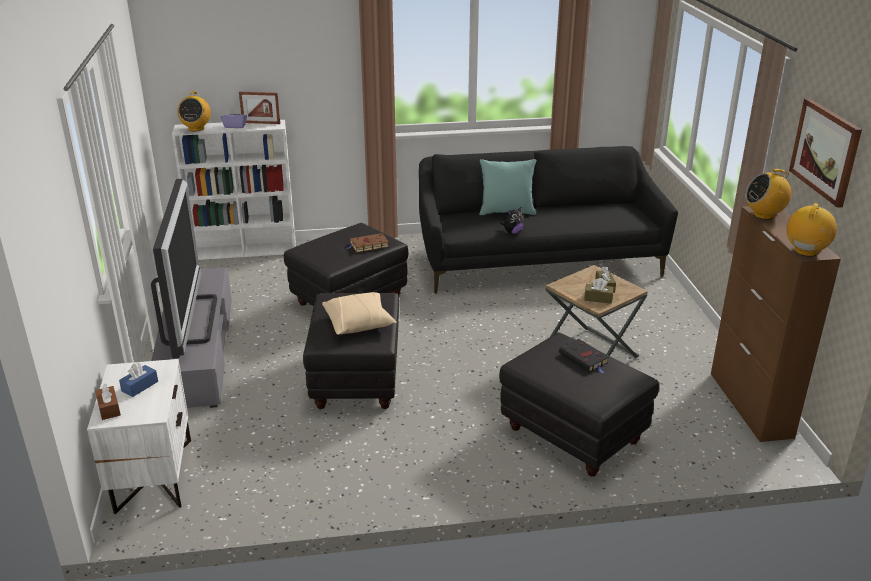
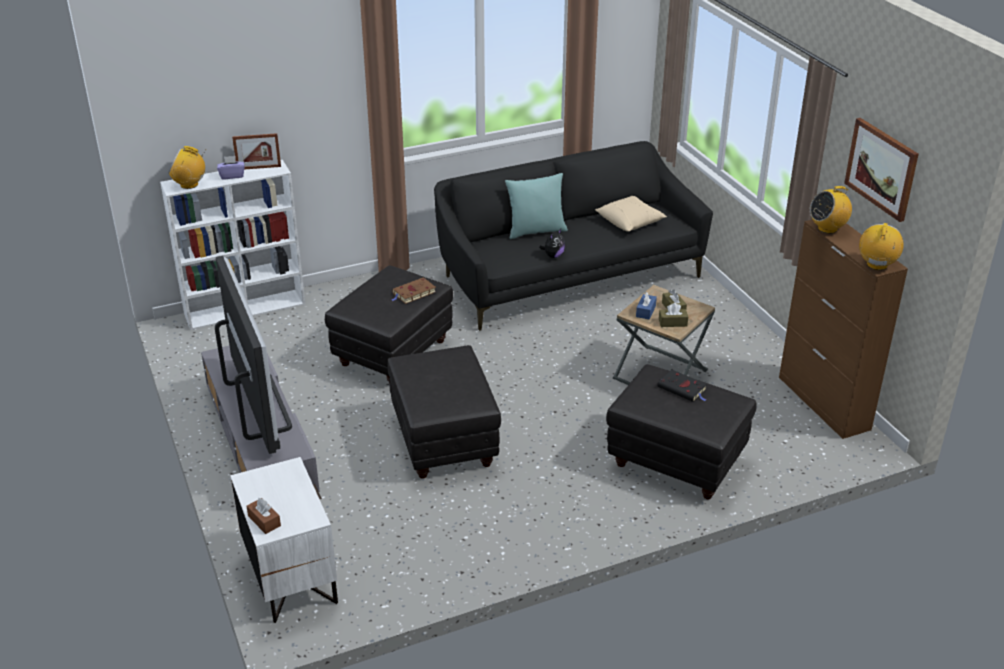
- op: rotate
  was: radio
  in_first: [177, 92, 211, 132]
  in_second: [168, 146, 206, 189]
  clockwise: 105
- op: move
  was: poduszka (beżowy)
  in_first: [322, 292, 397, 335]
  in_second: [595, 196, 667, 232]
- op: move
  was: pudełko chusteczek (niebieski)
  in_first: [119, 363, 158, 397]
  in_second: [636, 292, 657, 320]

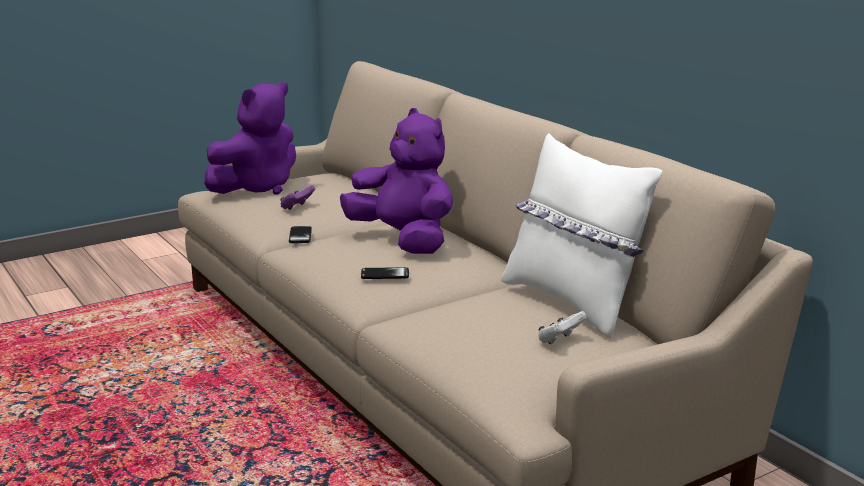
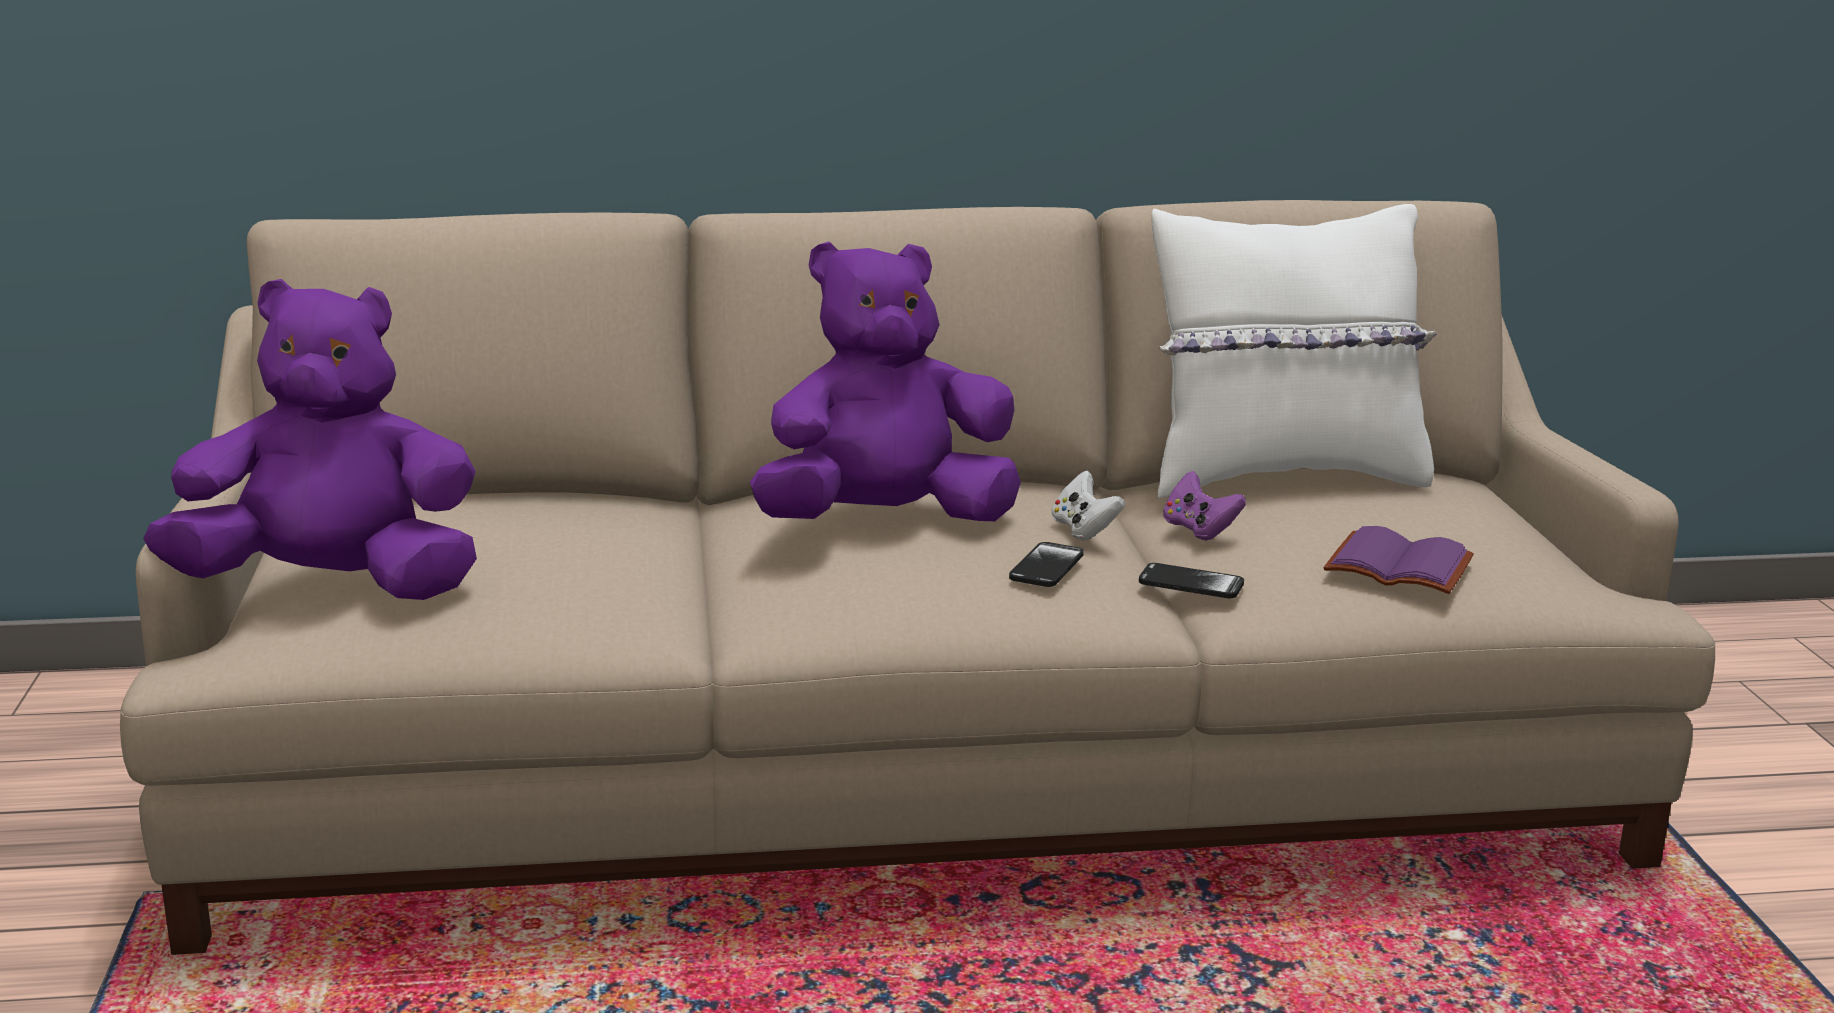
- op: rotate
  was: pluszak (fioletowy)
  in_first: [204, 82, 296, 195]
  in_second: [143, 279, 477, 600]
  clockwise: -75
- op: move
  was: pad do gier (biały)
  in_first: [538, 311, 587, 344]
  in_second: [1052, 471, 1125, 541]
- op: move
  was: telefon
  in_first: [289, 226, 312, 243]
  in_second: [1139, 563, 1244, 598]
- op: move
  was: pad do gier (fioletowy)
  in_first: [280, 185, 315, 210]
  in_second: [1163, 471, 1246, 541]
- op: insert
  now: książka (fioletowy)
  in_second: [1323, 526, 1474, 594]

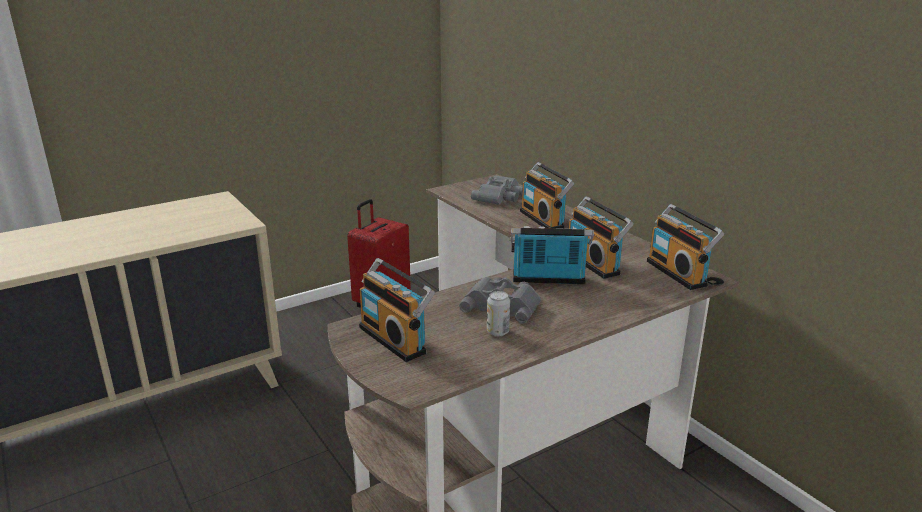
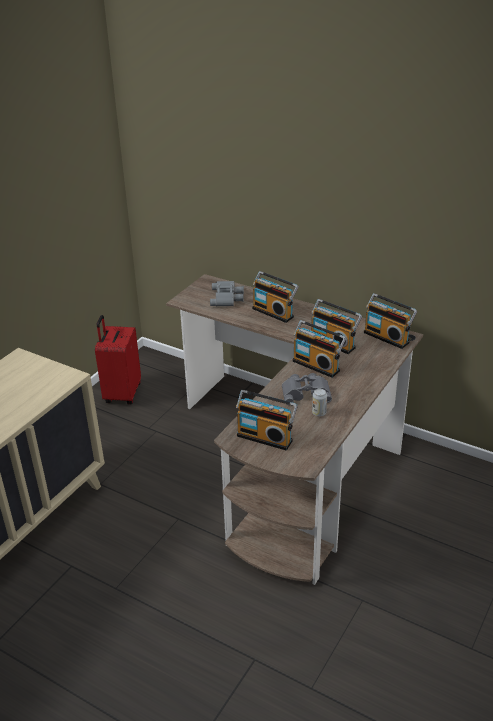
- op: rotate
  was: radio
  in_first: [510, 226, 594, 284]
  in_second: [292, 320, 346, 378]
  clockwise: -120

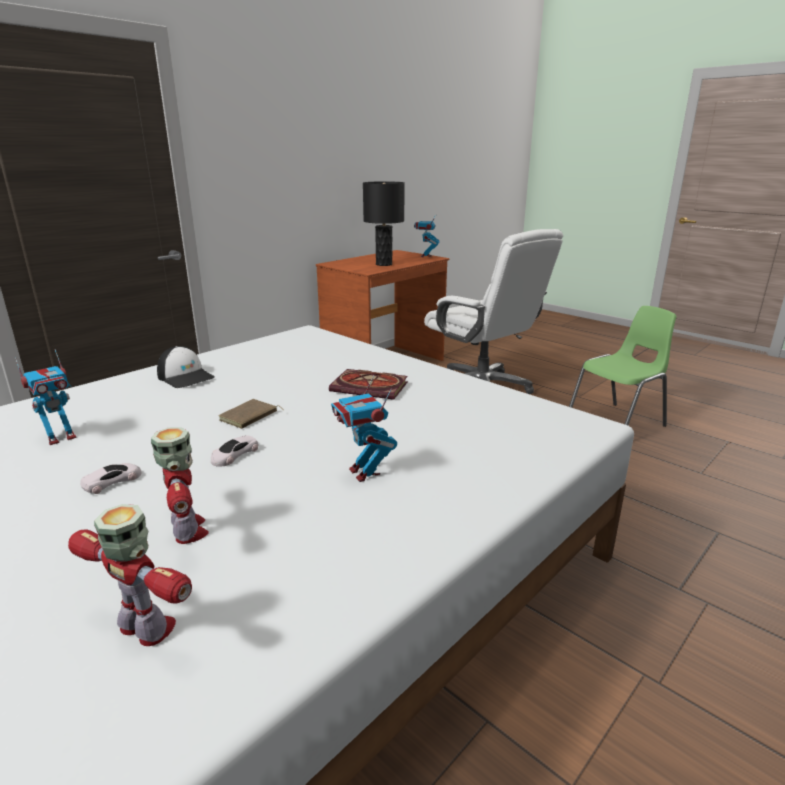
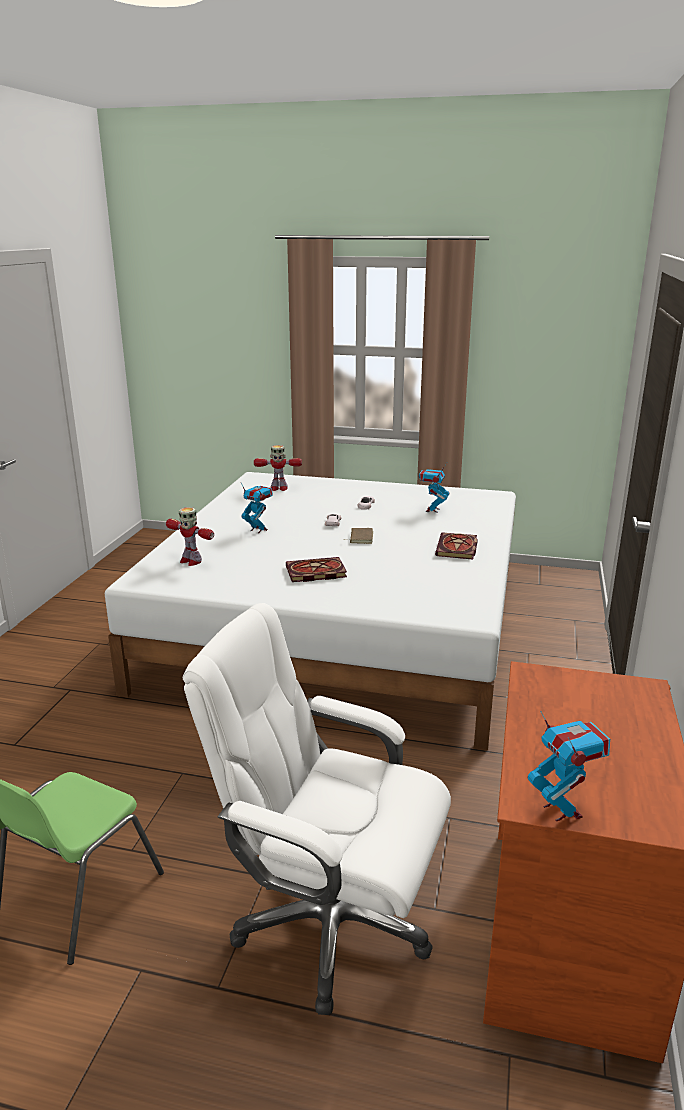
- op: move
  was: robot zabawkowy
  in_first: [151, 427, 209, 544]
  in_second: [166, 507, 214, 566]
- op: replace
  was: czapka z daszkiem
  now: książka
  in_first: [157, 346, 215, 388]
  in_second: [435, 532, 478, 560]
- op: delete
  was: lampa stołowa (czarny)
  in_first: [363, 181, 405, 266]

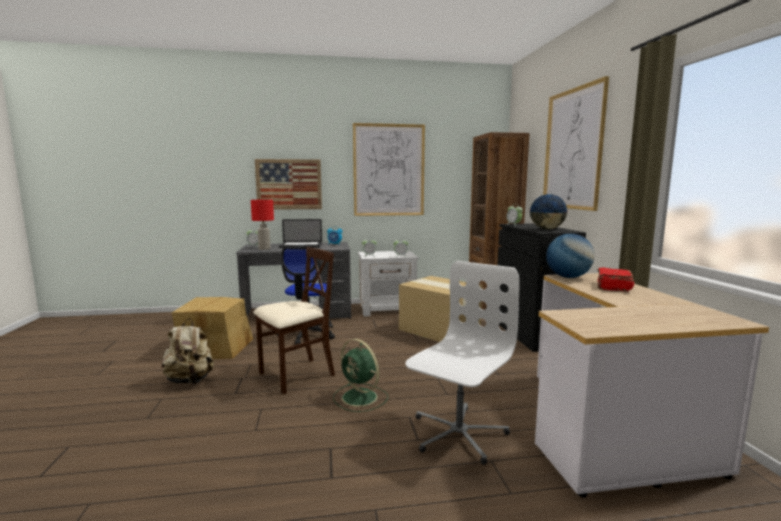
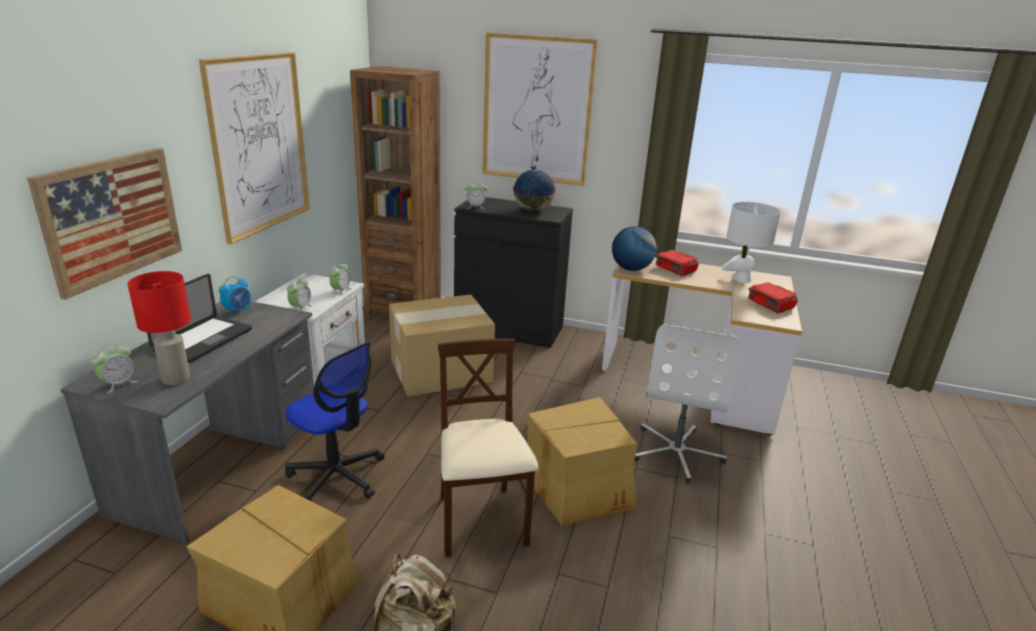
- op: replace
  was: wentylator (zielony)
  now: karton
  in_first: [333, 339, 388, 412]
  in_second: [528, 397, 637, 526]
- op: rotate
  was: krzesło biurowe (biały)
  in_first: [405, 261, 520, 465]
  in_second: [634, 324, 741, 483]
  clockwise: -135
- op: insert
  now: lampa stołowa (biały)
  in_second: [722, 202, 781, 283]
- op: insert
  now: książka (czerwony)
  in_second: [748, 282, 798, 313]

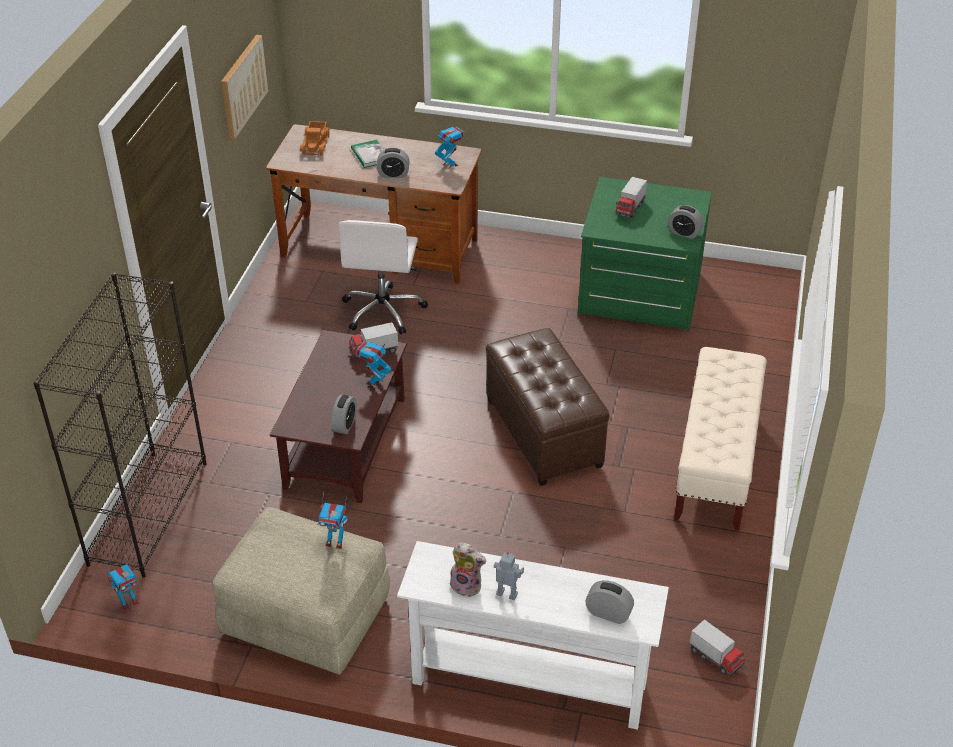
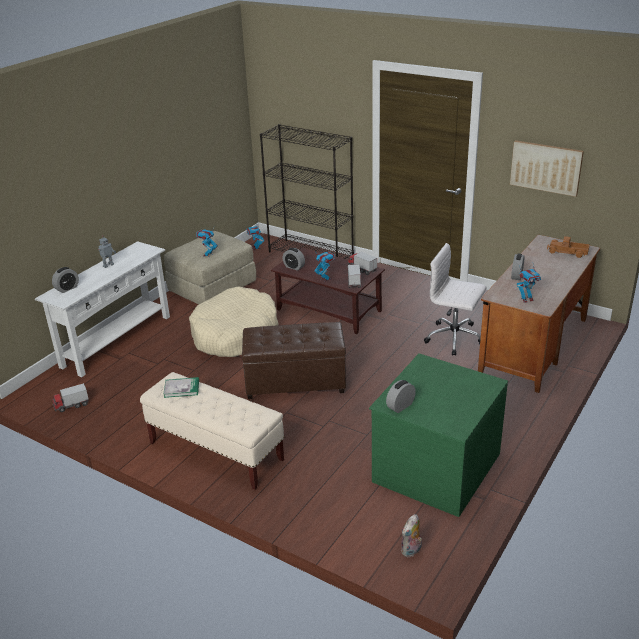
- op: move
  was: książka
  in_first: [351, 140, 384, 168]
  in_second: [164, 377, 199, 398]
- op: insert
  now: legowisko (beżowy)
  in_second: [189, 286, 279, 357]
- op: move
  was: ciężarówka zabawkowa
  in_first: [615, 177, 647, 218]
  in_second: [348, 252, 377, 275]
- op: move
  was: pluszak
  in_first: [448, 542, 486, 597]
  in_second: [401, 514, 422, 557]

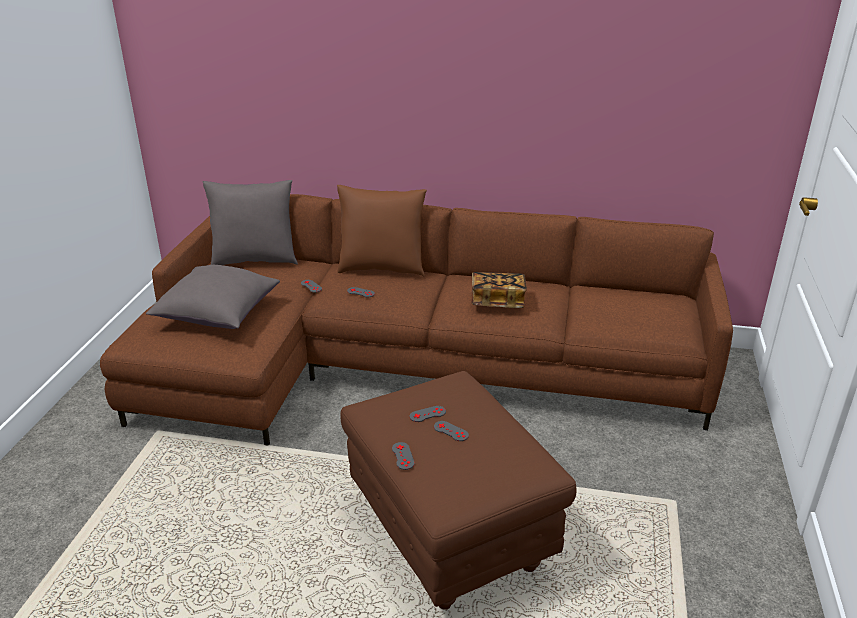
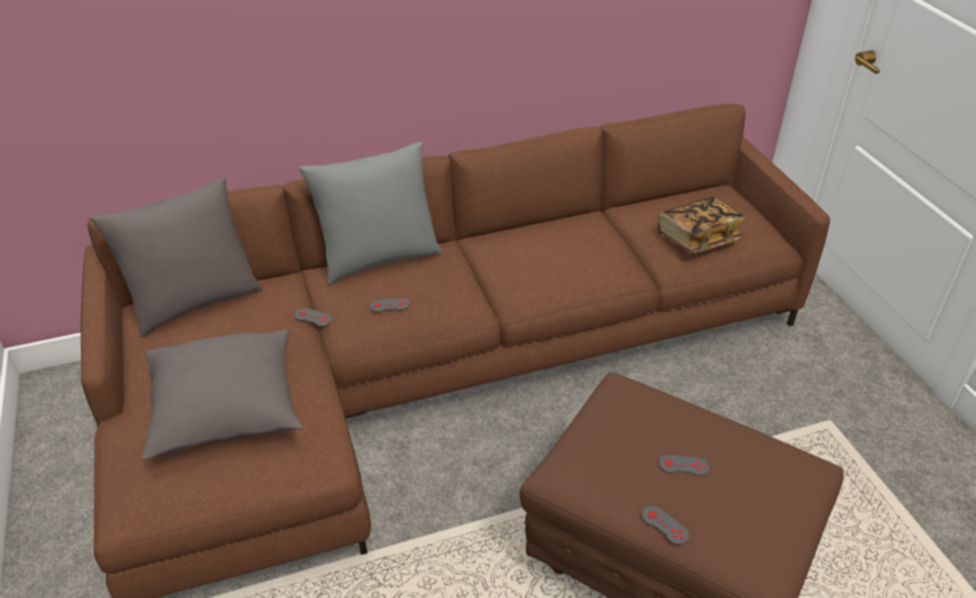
- op: recolor
  was: poduszka (brązowy)
  now: poduszka (szary)
  in_first: [337, 185, 427, 277]
  in_second: [299, 142, 442, 285]
- op: move
  was: książka
  in_first: [472, 272, 527, 308]
  in_second: [658, 197, 745, 254]
- op: delete
  was: pad do gier (szary)
  in_first: [410, 406, 446, 422]

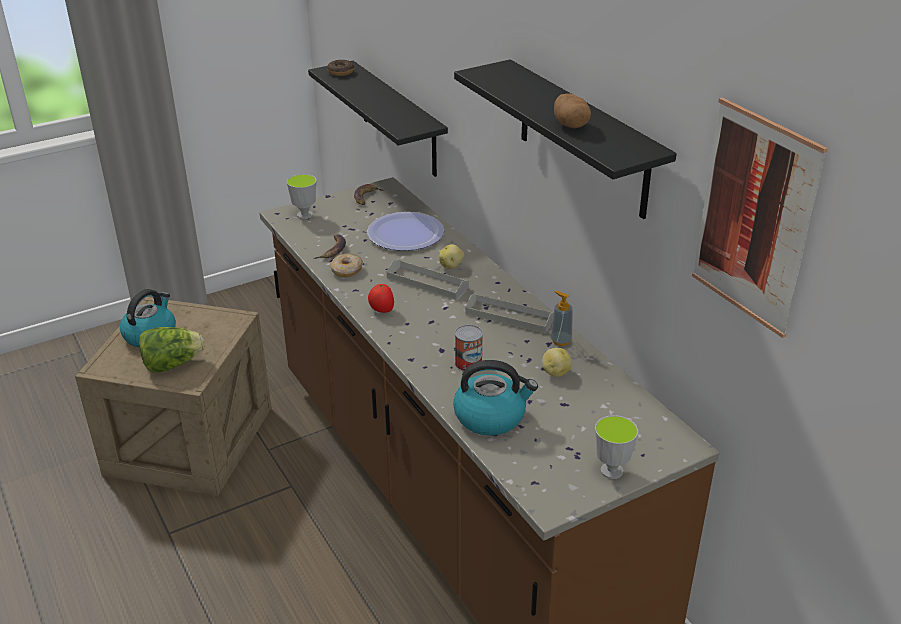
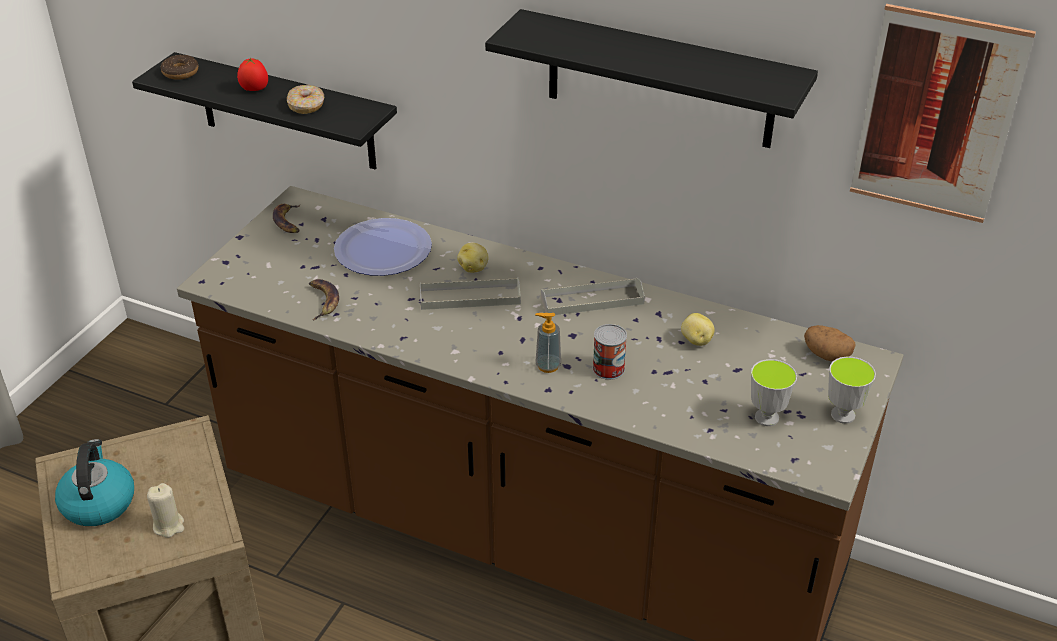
- op: replace
  was: sałata
  now: świeca (beżowy)
  in_first: [139, 327, 205, 373]
  in_second: [147, 483, 184, 538]
- op: move
  was: pomidor
  in_first: [368, 284, 394, 313]
  in_second: [237, 58, 268, 91]
- op: move
  was: donut
  in_first: [330, 253, 363, 277]
  in_second: [287, 85, 324, 114]
- op: move
  was: dozownik mydła
  in_first: [551, 291, 573, 346]
  in_second: [535, 313, 561, 373]
- op: move
  was: filiżanka
  in_first: [287, 174, 317, 219]
  in_second: [751, 359, 797, 426]
- op: move
  was: ziemniak
  in_first: [554, 93, 591, 128]
  in_second: [804, 325, 856, 362]
- op: delete
  was: czajnik
  in_first: [453, 360, 538, 436]

